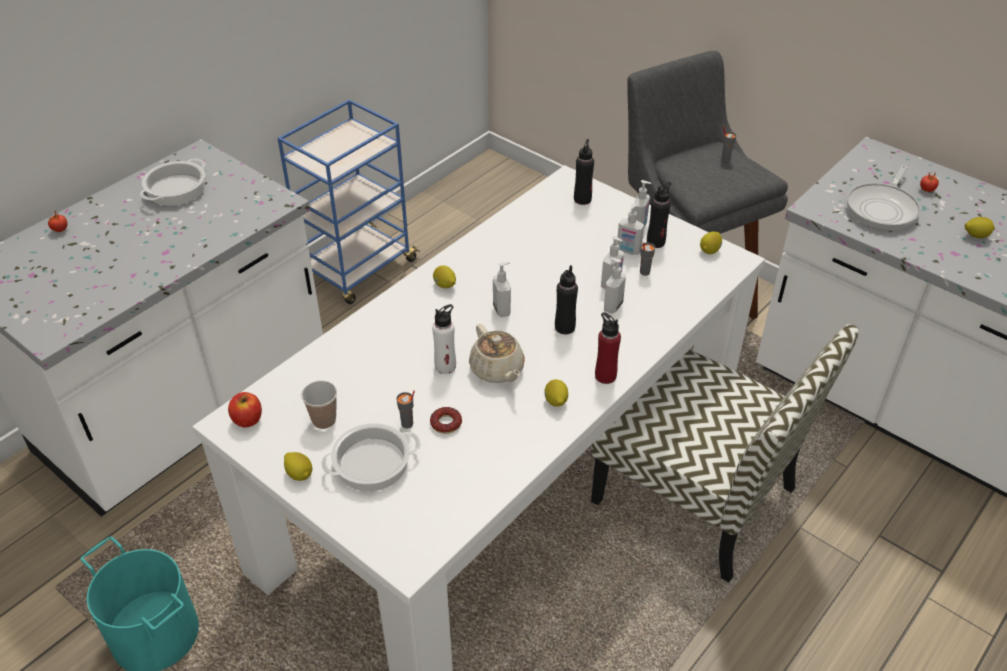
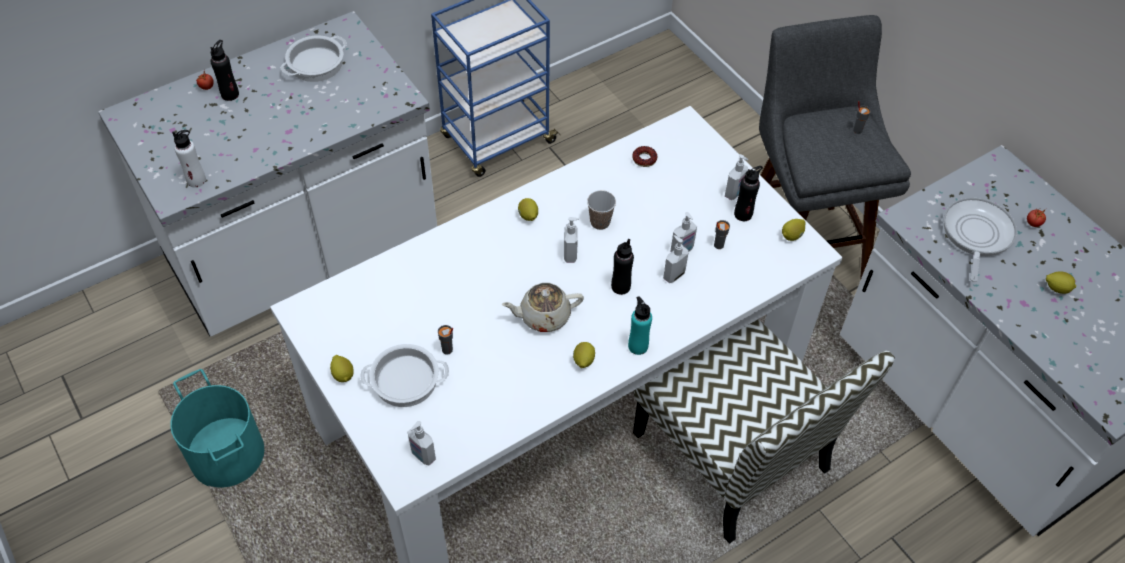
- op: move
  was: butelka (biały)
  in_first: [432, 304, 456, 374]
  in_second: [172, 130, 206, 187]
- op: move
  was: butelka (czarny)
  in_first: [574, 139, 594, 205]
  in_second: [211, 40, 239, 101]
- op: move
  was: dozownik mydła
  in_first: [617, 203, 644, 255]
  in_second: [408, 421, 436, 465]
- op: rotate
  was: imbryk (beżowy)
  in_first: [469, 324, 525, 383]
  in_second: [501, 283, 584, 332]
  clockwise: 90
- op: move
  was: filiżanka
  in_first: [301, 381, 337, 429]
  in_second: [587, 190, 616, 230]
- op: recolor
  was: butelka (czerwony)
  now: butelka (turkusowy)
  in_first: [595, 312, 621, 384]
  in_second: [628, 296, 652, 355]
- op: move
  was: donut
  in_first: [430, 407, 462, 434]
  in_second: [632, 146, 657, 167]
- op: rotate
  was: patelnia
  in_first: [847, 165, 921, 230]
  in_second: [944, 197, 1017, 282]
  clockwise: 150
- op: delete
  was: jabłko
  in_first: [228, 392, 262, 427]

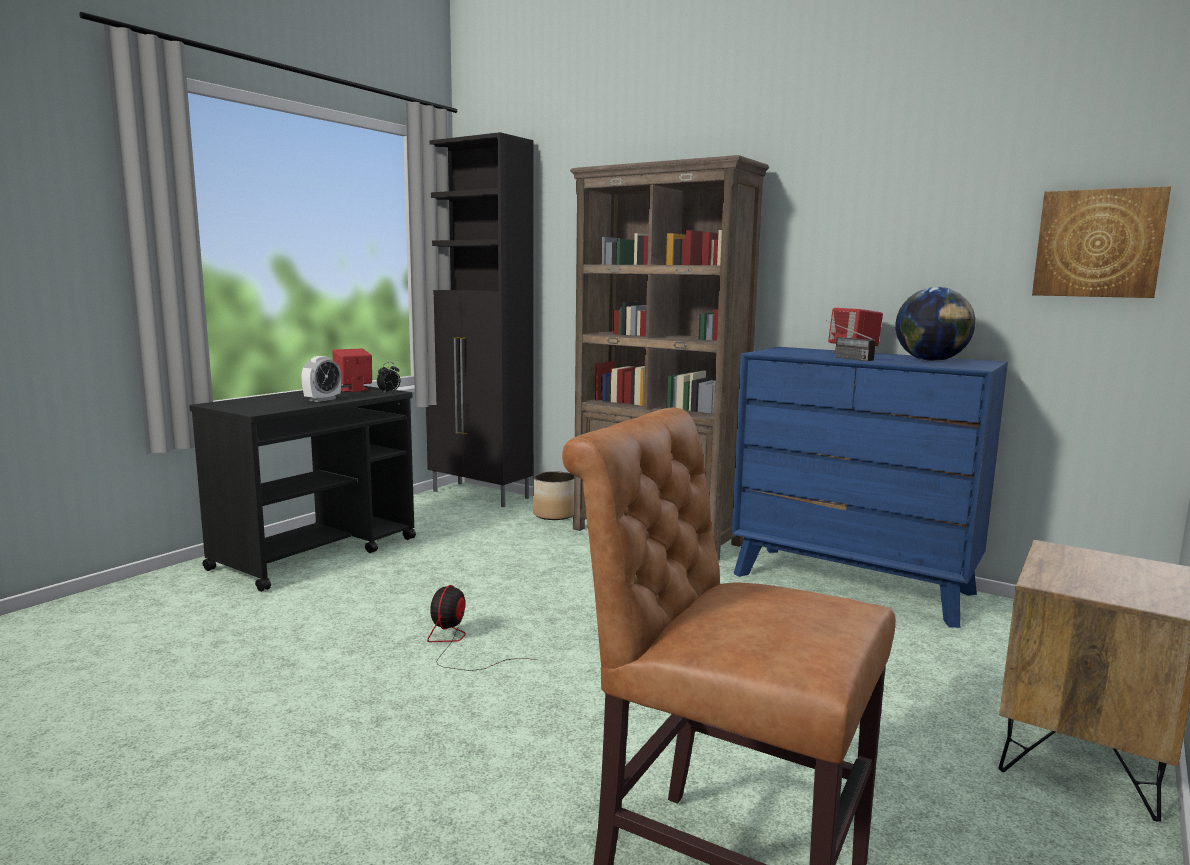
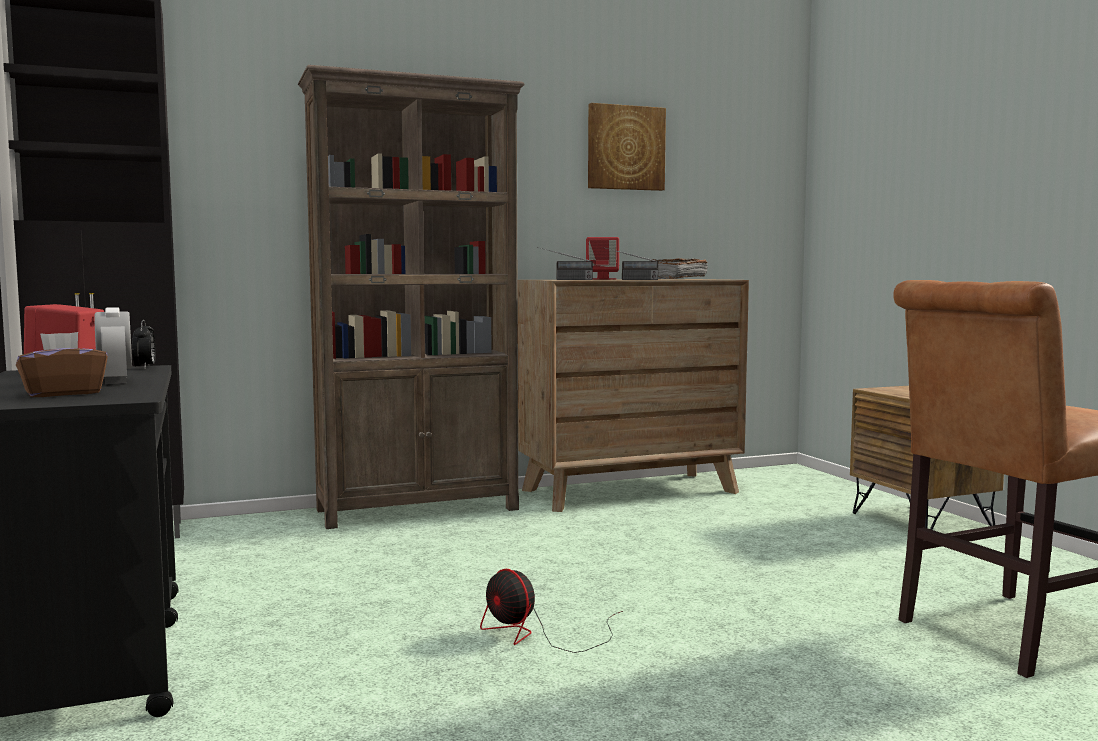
- op: insert
  now: pudełko chusteczek (brązowy)
  in_second: [16, 332, 108, 397]
- op: recolor
  was: komoda (niebieski)
  now: komoda (brązowy)
  in_first: [732, 347, 1008, 628]
  in_second: [518, 279, 749, 512]
- op: insert
  now: radio
  in_second: [537, 247, 593, 280]
- op: move
  was: obraz
  in_first: [1032, 186, 1171, 298]
  in_second: [588, 103, 666, 191]
- op: replace
  was: globus
  now: książka (szary)
  in_first: [895, 287, 975, 361]
  in_second: [652, 258, 708, 279]
- op: delete
  was: donica
  in_first: [533, 471, 574, 520]

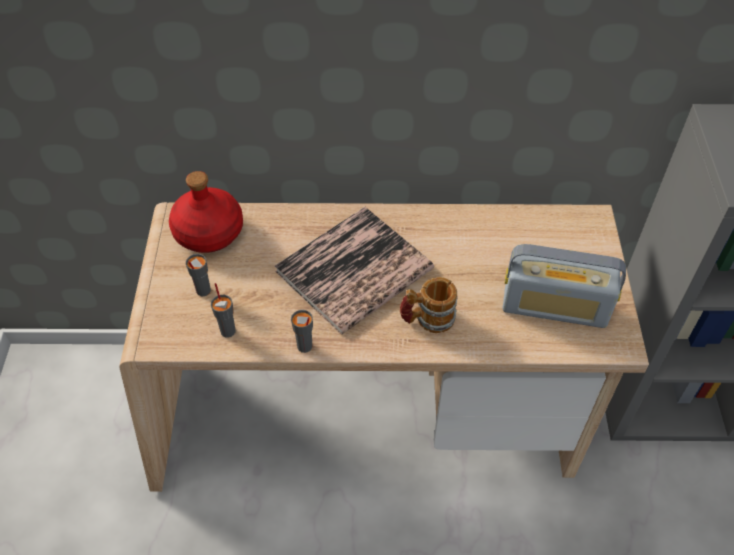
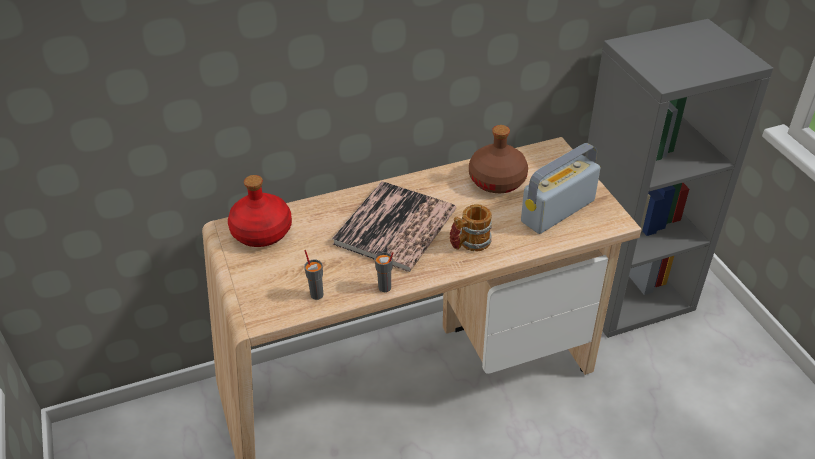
- op: insert
  now: butelka (brązowy)
  in_second: [469, 125, 528, 193]
- op: rotate
  was: radio
  in_first: [503, 244, 626, 328]
  in_second: [521, 143, 601, 234]
  clockwise: 150
- op: delete
  was: filiżanka (szary)
  in_first: [186, 254, 211, 296]

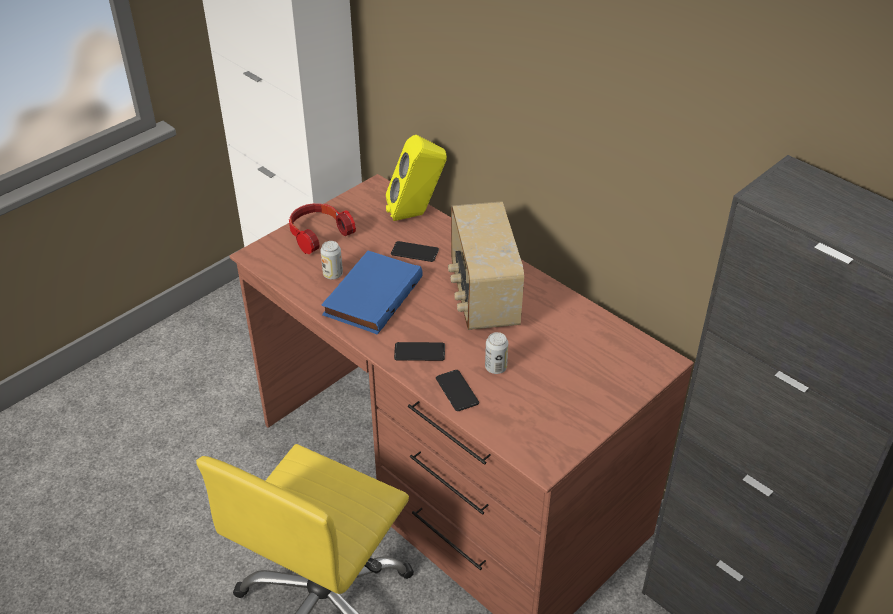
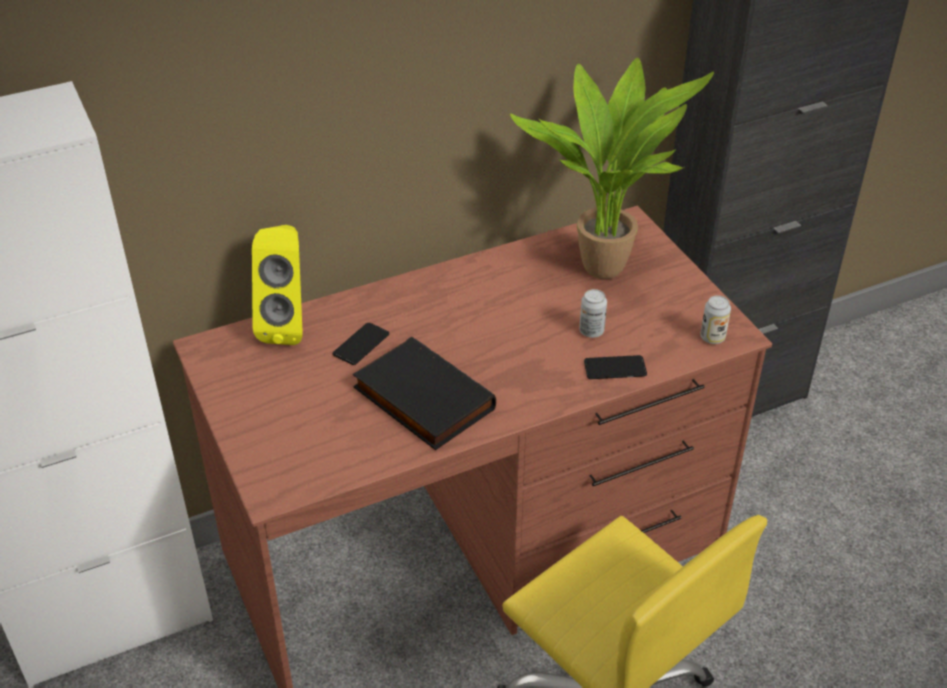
- op: recolor
  was: książka (niebieski)
  now: książka (czarny)
  in_first: [321, 251, 423, 335]
  in_second: [353, 336, 496, 450]
- op: insert
  now: roślina doniczkowa
  in_second: [510, 58, 714, 279]
- op: move
  was: puszka
  in_first: [320, 241, 343, 280]
  in_second: [700, 295, 731, 344]
- op: delete
  was: słuchawki
  in_first: [289, 203, 356, 254]
- op: delete
  was: telefon
  in_first: [394, 342, 445, 361]
- op: delete
  was: radio
  in_first: [448, 201, 524, 330]

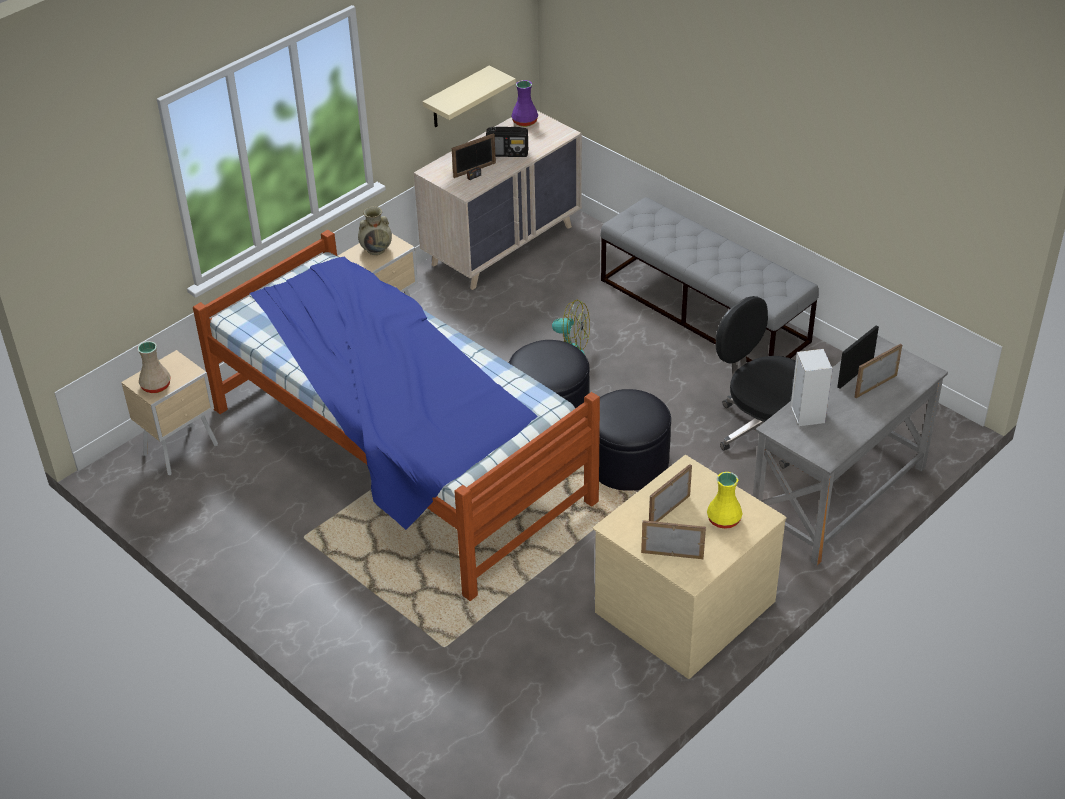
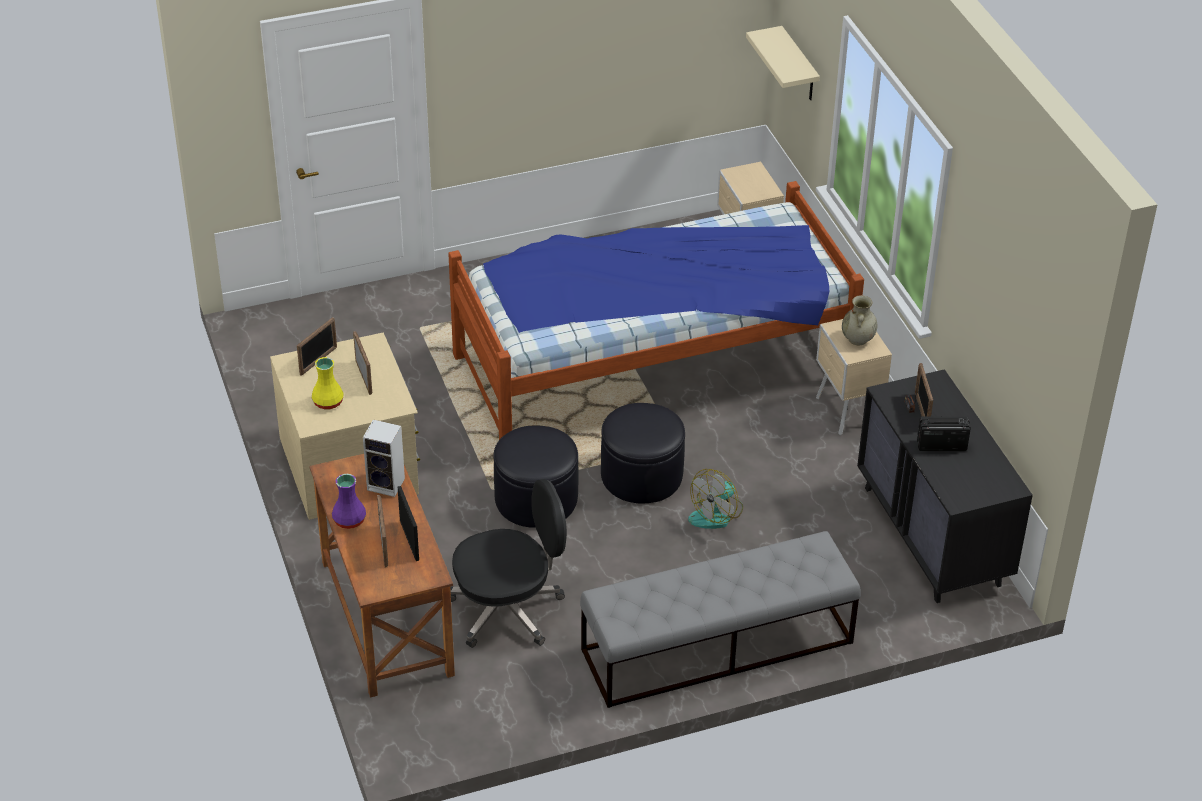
- op: recolor
  was: biurko (szary)
  now: biurko (brązowy)
  in_first: [753, 335, 948, 566]
  in_second: [309, 454, 455, 697]
- op: move
  was: wazon (fioletowy)
  in_first: [511, 80, 538, 127]
  in_second: [332, 474, 366, 529]
- op: move
  was: półka (beżowy)
  in_first: [423, 66, 516, 128]
  in_second: [746, 26, 820, 100]
- op: recolor
  was: komoda (beżowy)
  now: komoda (czarny)
  in_first: [414, 111, 582, 290]
  in_second: [857, 369, 1033, 603]
- op: rotate
  was: radio
  in_first: [486, 126, 528, 157]
  in_second: [917, 417, 971, 451]
  clockwise: 60
- op: delete
  was: wazon (beżowy)
  in_first: [137, 341, 171, 393]

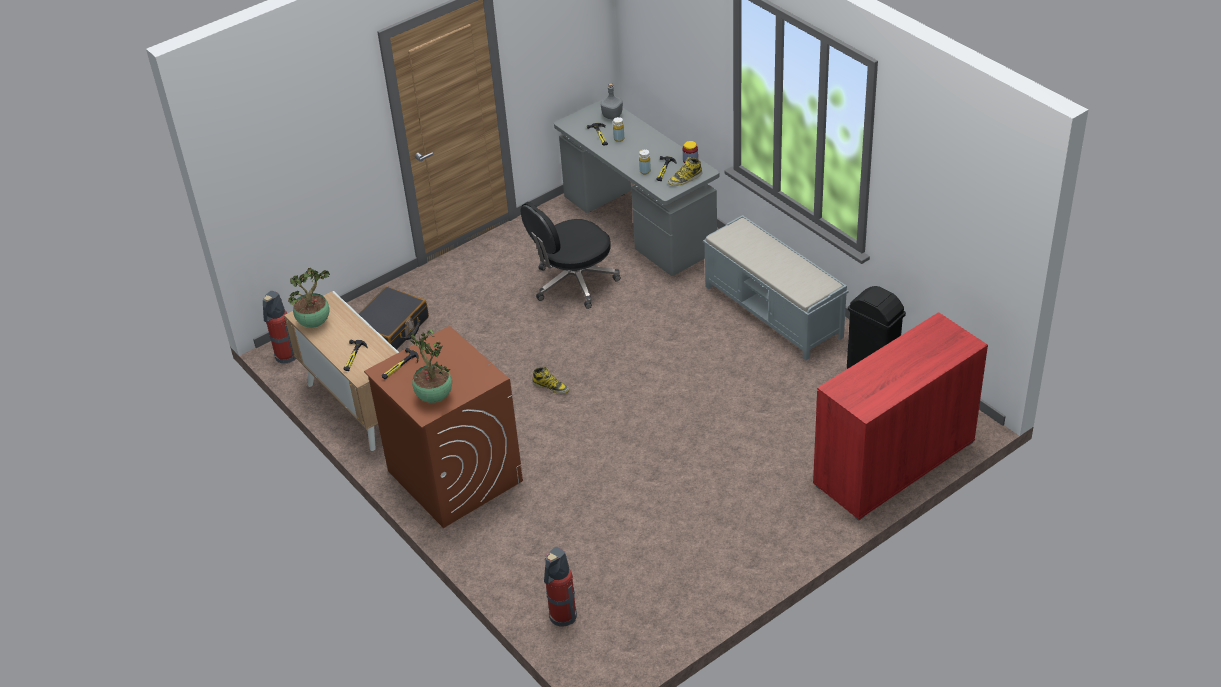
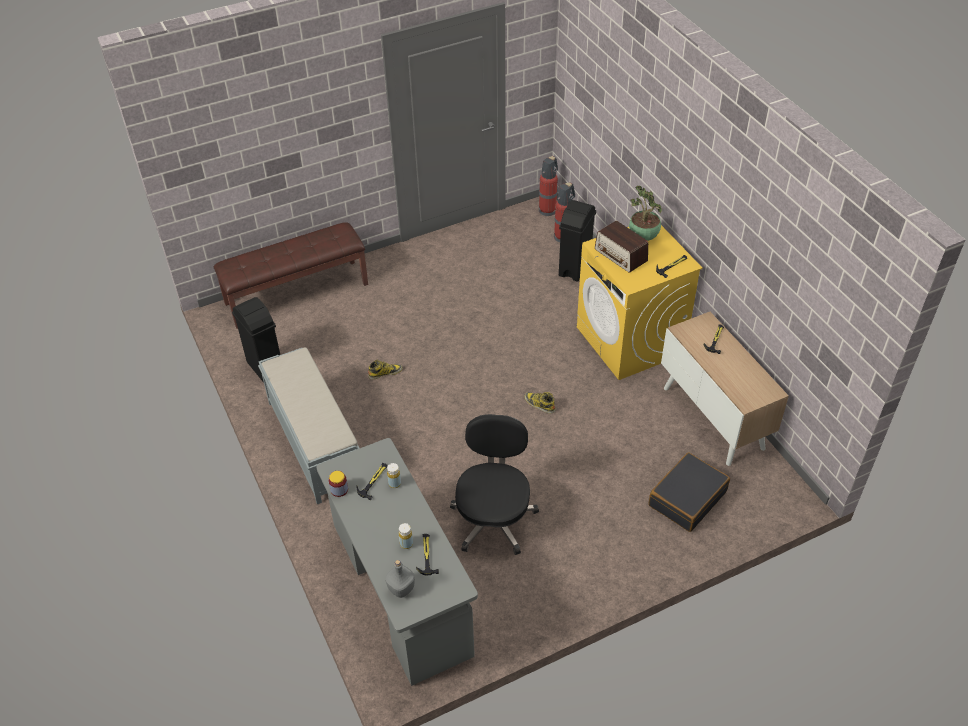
- op: replace
  was: szafka (czerwony)
  now: ławka (brązowy)
  in_first: [813, 312, 988, 521]
  in_second: [214, 222, 368, 329]
- op: move
  was: but z cholewką
  in_first: [668, 157, 702, 186]
  in_second: [368, 360, 403, 380]
- op: rotate
  was: krzesło biurowe (czarny)
  in_first: [521, 202, 620, 309]
  in_second: [450, 414, 539, 555]
  clockwise: -60
- op: move
  was: gaśnica
  in_first: [263, 291, 296, 363]
  in_second: [539, 156, 558, 216]
- op: insert
  now: kosz na śmieci (czarny)
  in_second: [559, 200, 596, 282]
- op: recolor
  was: pralka (brązowy)
  now: pralka (żółty)
  in_first: [364, 326, 523, 528]
  in_second: [577, 225, 703, 380]
- op: insert
  now: radio
  in_second: [595, 221, 648, 273]
- op: delete
  was: roślina doniczkowa
  in_first: [288, 268, 330, 328]

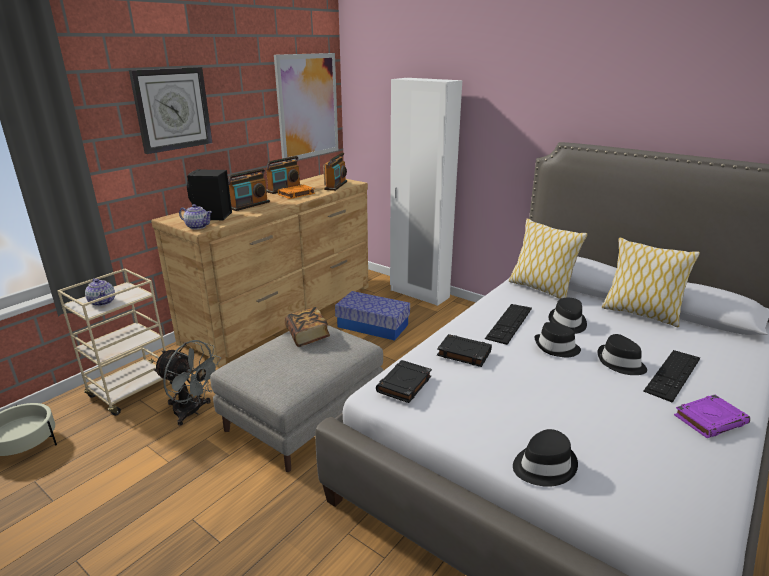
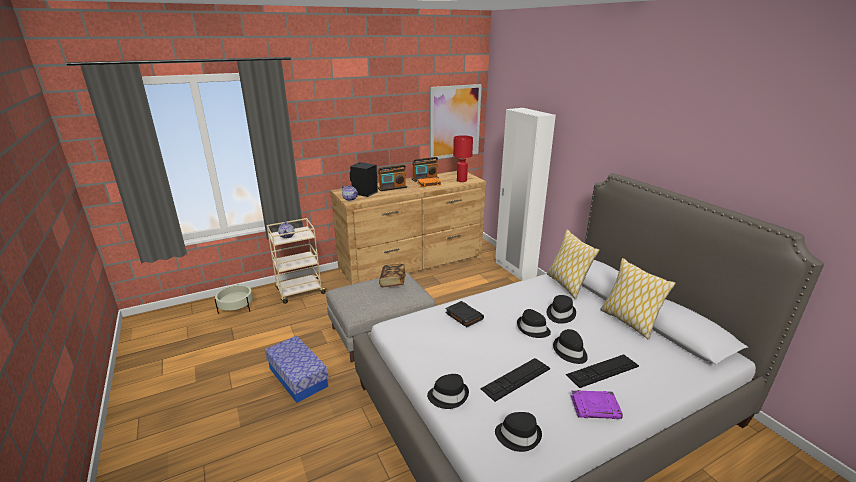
- op: move
  was: pojemnik do przechowywania
  in_first: [335, 291, 410, 341]
  in_second: [265, 336, 329, 403]
- op: replace
  was: radio
  now: lampa stołowa (czerwony)
  in_first: [323, 152, 347, 191]
  in_second: [453, 135, 473, 182]
- op: move
  was: klawiatura
  in_first: [485, 304, 532, 345]
  in_second: [480, 358, 550, 402]
- op: insert
  now: kapelusz (czarny)
  in_second: [495, 412, 542, 452]
- op: delete
  was: zegar ścienny
  in_first: [129, 67, 212, 154]
- op: delete
  was: wentylator (szary)
  in_first: [153, 340, 221, 426]
- op: delete
  was: książka (czarny)
  in_first: [376, 360, 432, 403]

